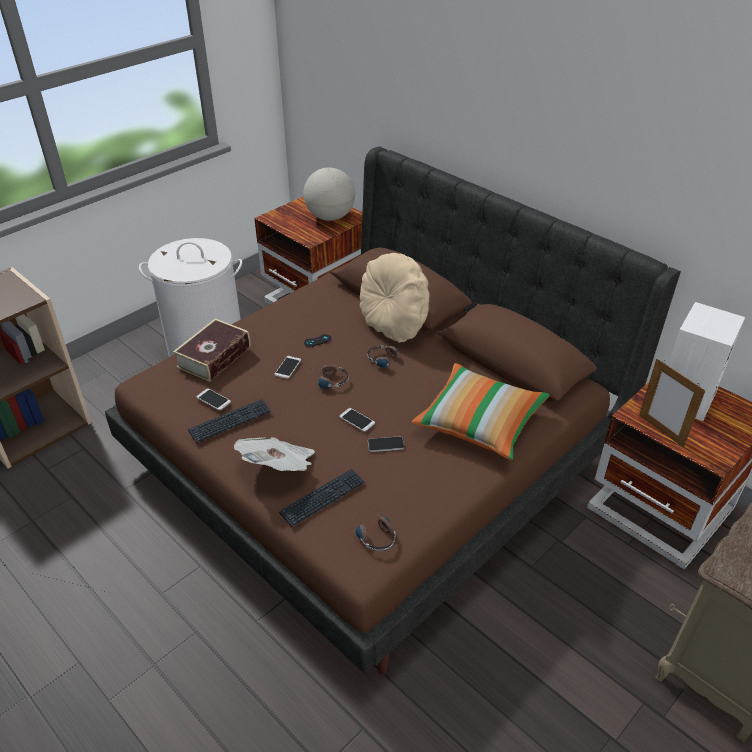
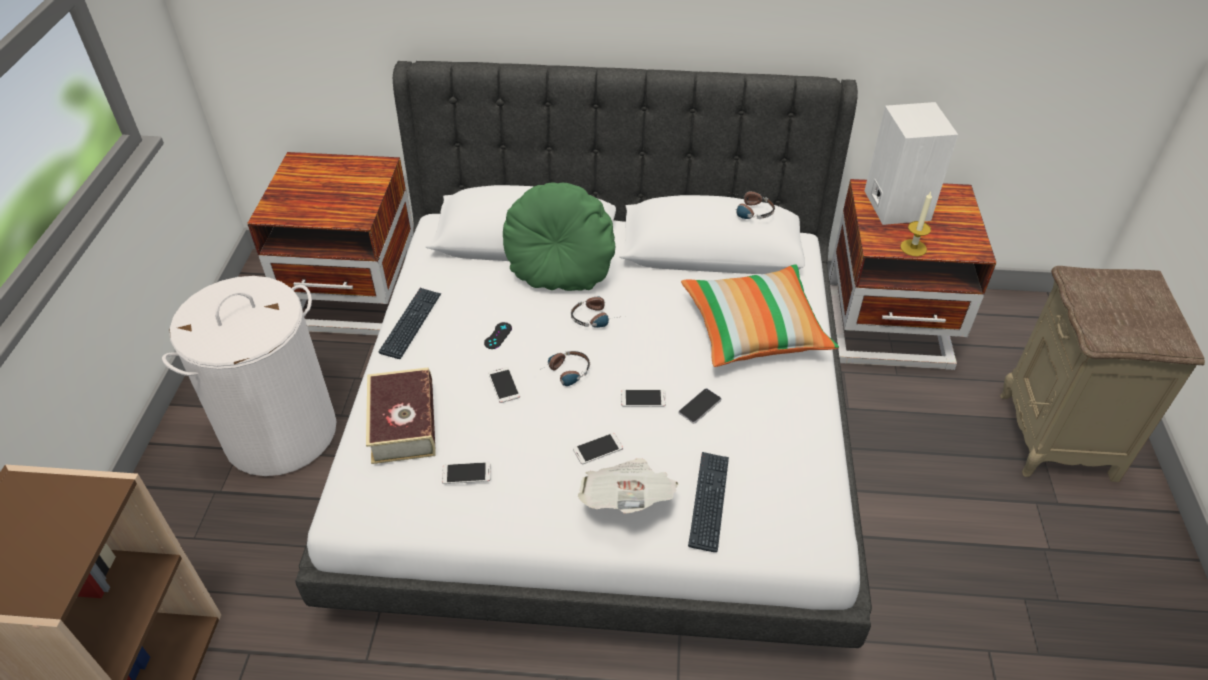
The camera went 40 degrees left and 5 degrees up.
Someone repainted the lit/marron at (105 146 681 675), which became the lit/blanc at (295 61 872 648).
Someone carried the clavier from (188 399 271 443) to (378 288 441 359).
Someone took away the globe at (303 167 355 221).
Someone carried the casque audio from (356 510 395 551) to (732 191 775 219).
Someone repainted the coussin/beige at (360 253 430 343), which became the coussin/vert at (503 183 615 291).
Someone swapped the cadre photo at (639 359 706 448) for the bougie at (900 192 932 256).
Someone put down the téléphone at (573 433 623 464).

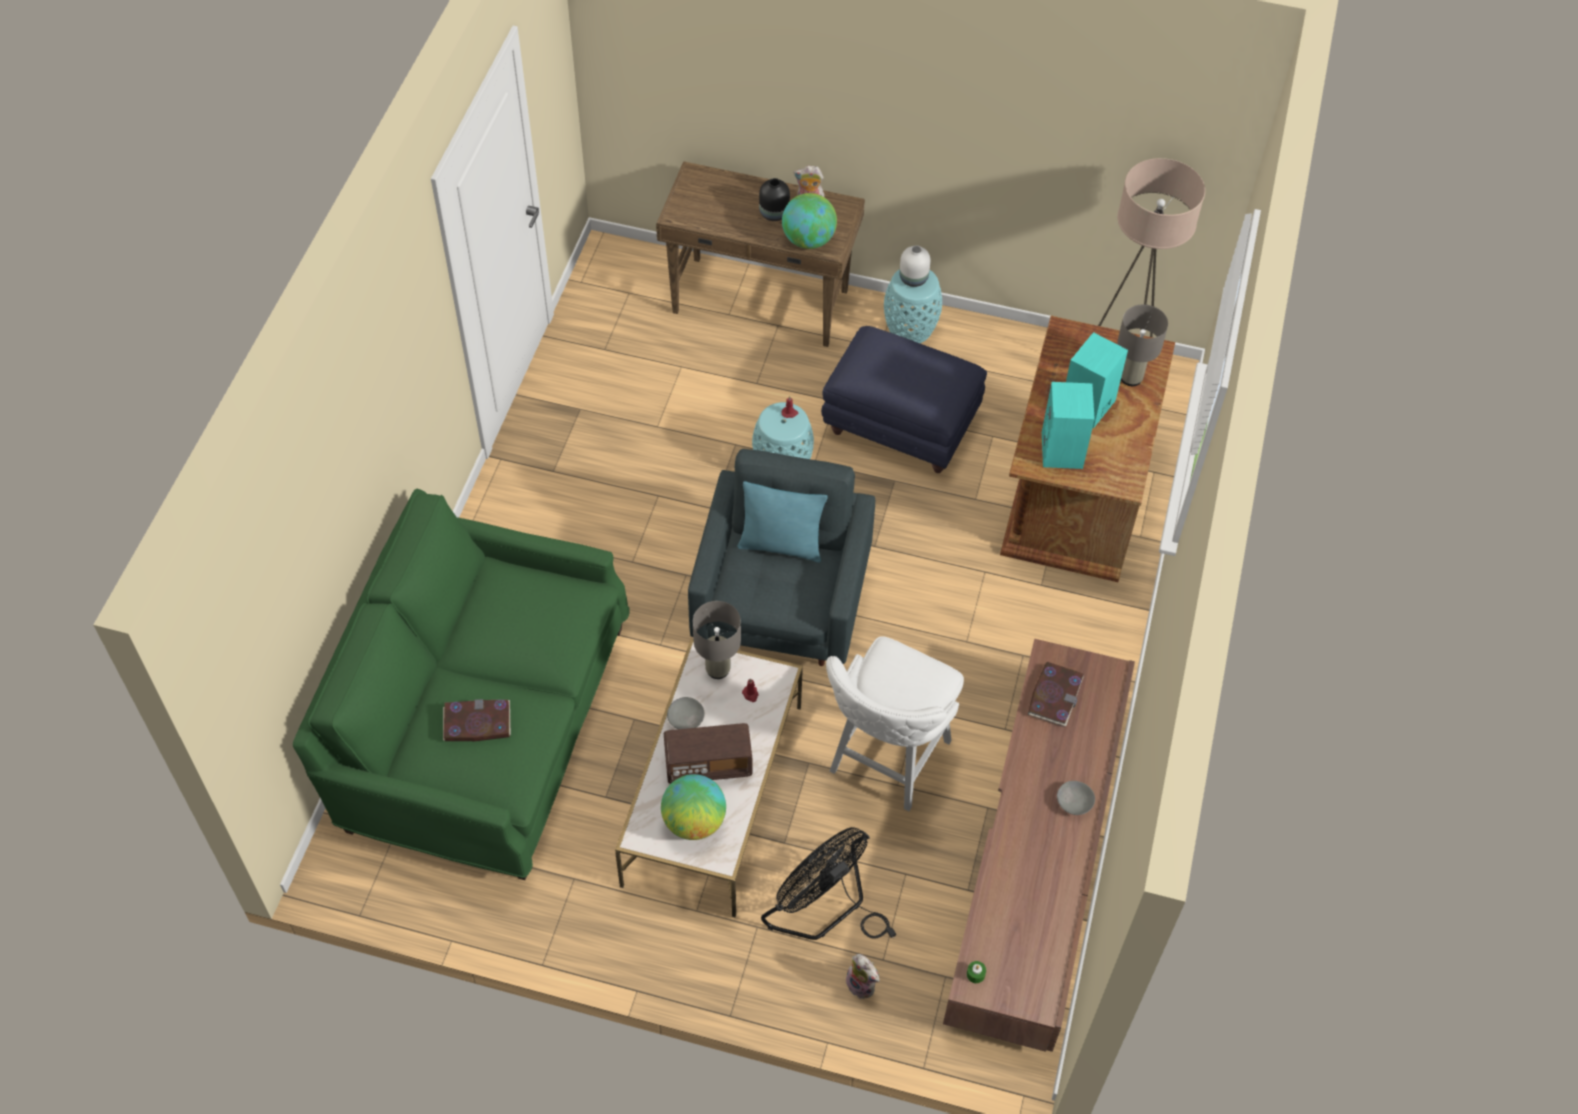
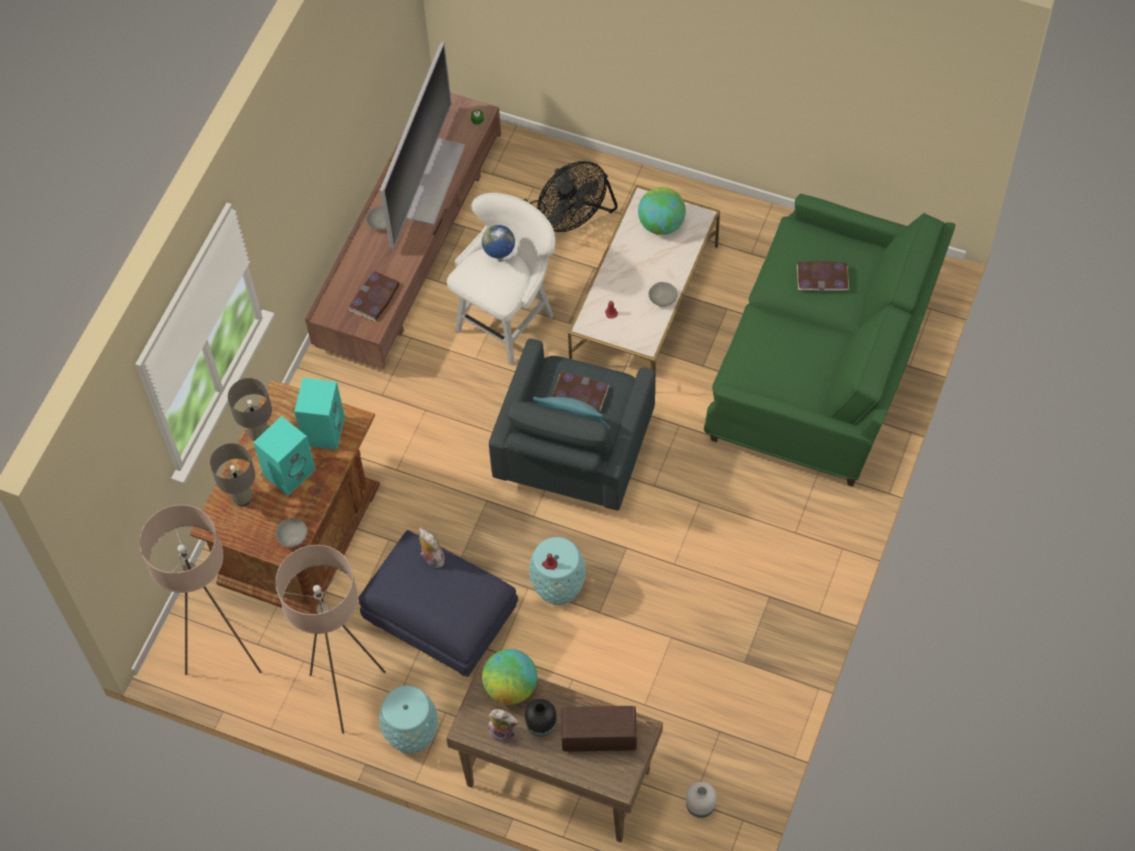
The camera went 170 degrees left and 5 degrees up.
Someone carried the radio from (664 723 752 784) to (561 706 637 752).
Someone carried the lampe de table/gris from (693 601 741 679) to (228 378 272 441).
Someone carried the peluche from (846 954 880 999) to (419 528 445 568).
Someone carried the vase/blanc from (899 245 931 287) to (686 782 716 818).
Someone put down the bol/gris at (276 518 307 547).
Someone put down the lampadaire/beige at (276 545 386 734).
Someone put down the téléviseur at (380 41 465 250).
Someone put down the globe at (482 225 515 262).
Someone put down the livre at (552 371 610 413).

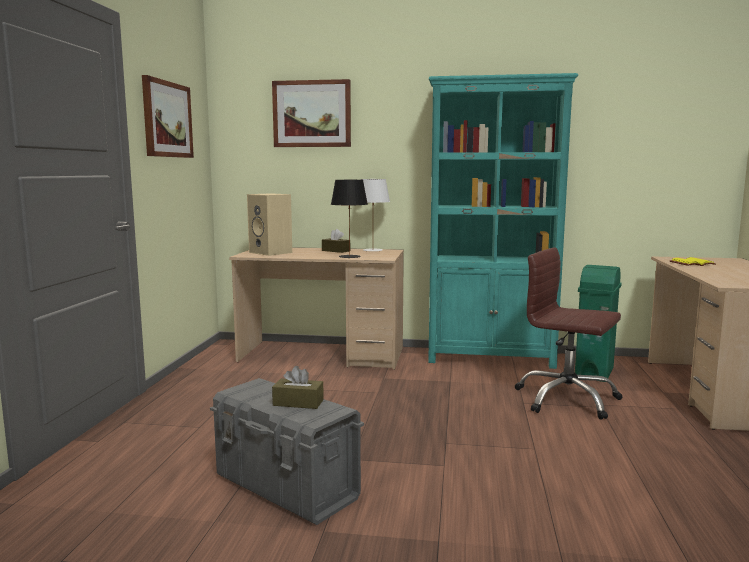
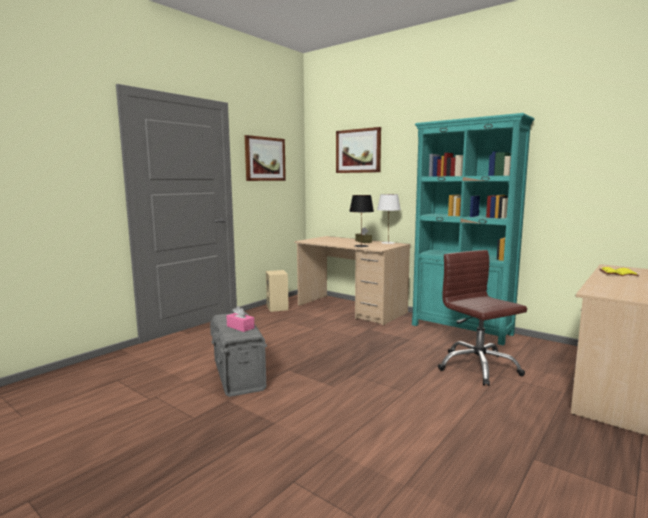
The camera went 30 degrees right and 0 degrees up.
Someone carried the enceinte/beige from (247 193 292 256) to (266 270 289 312).
Someone repainted the boîte à mouchoirs/marron at (272 366 324 409), which became the boîte à mouchoirs/rose at (226 306 255 332).
Someone took away the poubelle/vert at (575 265 622 382).

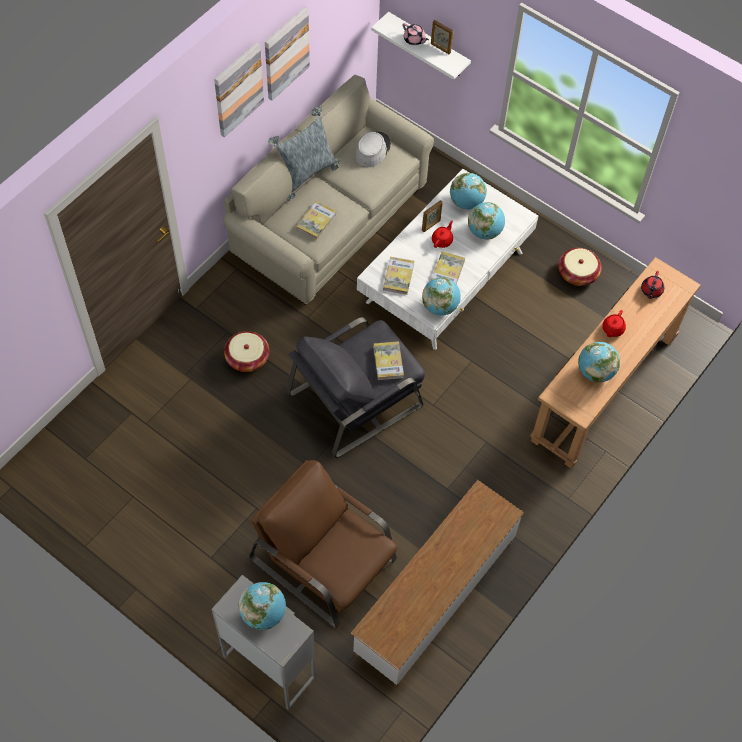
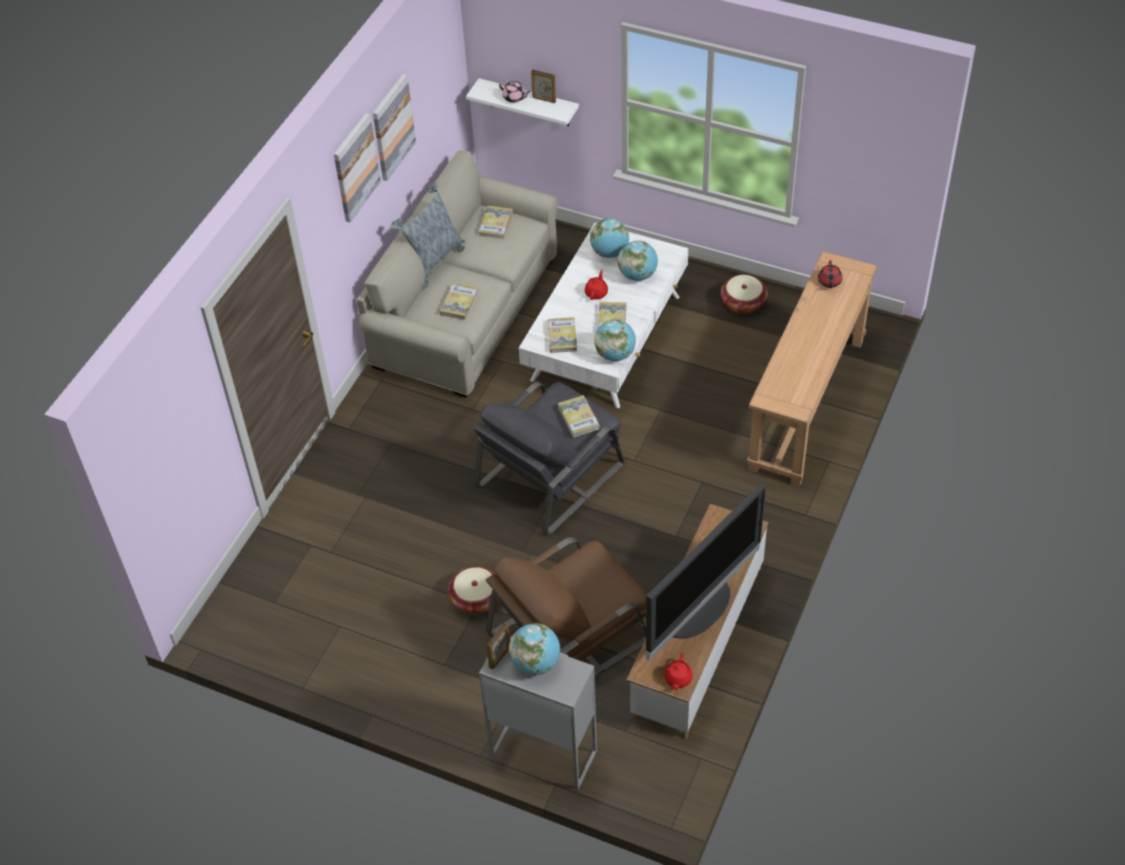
The camera went 10 degrees left and 10 degrees down.
Someone carried the panier from (224 331 269 372) to (448 566 498 614).
Someone rotated the fauteuil/marron at (249 460 397 628) by 60 degrees counterclockwise.
Someone swapped the chapeau/gris at (355 132 391 167) for the livre at (479 206 513 239).
Someone carried the cadre photo from (422 200 443 232) to (486 622 510 669).
Someone took away the globe at (578 342 620 383).
Someone carried the théière/rouge from (602 310 626 337) to (664 653 693 690).
Someone put down the téléviseur at (646 482 766 661).

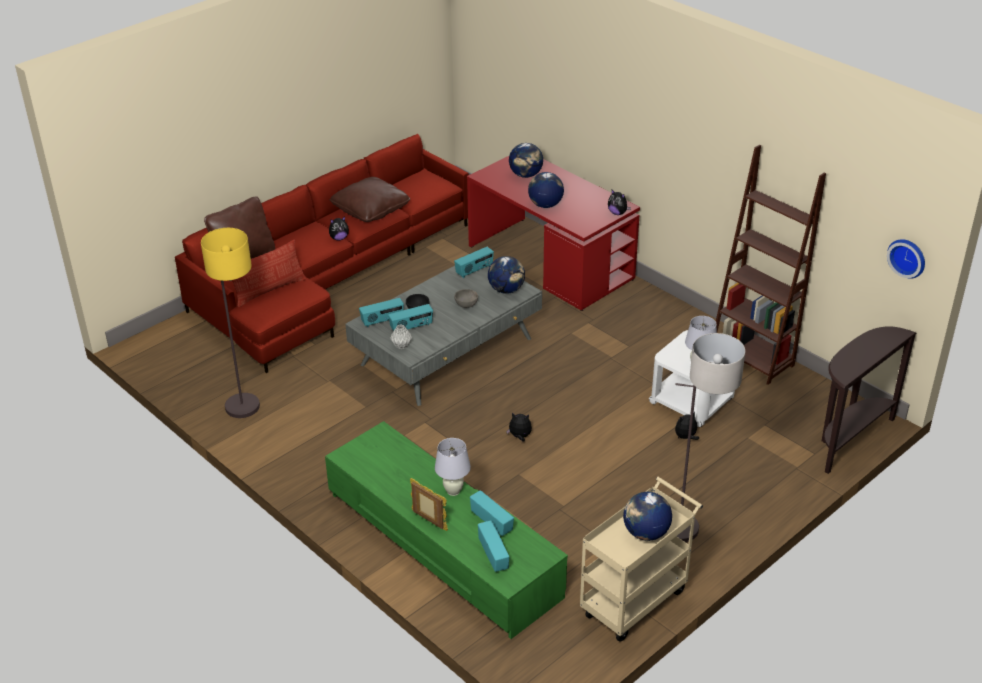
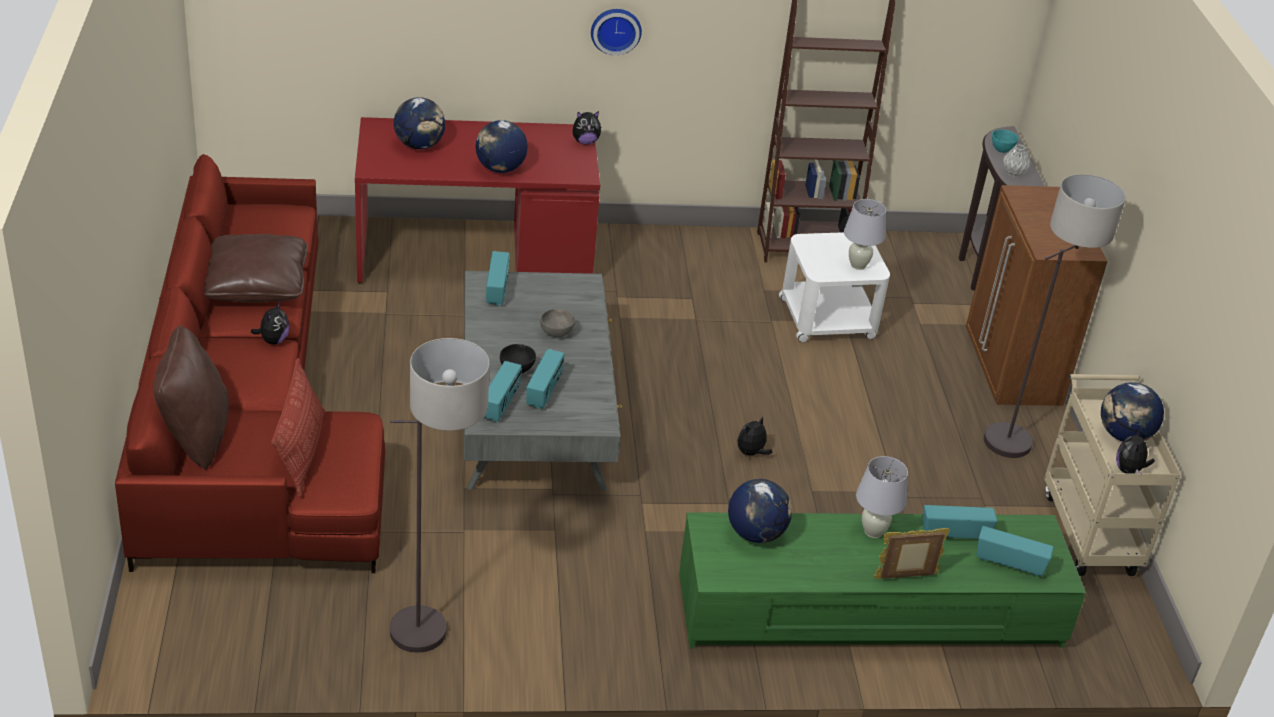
The camera went 55 degrees left and 0 degrees up.
Someone repainted the lampadaire/jaune at (201 228 260 418), which became the lampadaire/gris at (390 338 490 652).
Someone carried the vase/gris from (390 324 412 349) to (1003 144 1031 177).
Someone carried the globe from (488 256 525 294) to (728 479 792 543).
Someone carried the peluche from (675 412 699 440) to (1116 429 1155 477).
Someone carried the horloge murale from (887 239 925 279) to (591 9 642 55).
Someone put down the meuble de rangement/marron at (966 185 1108 406).
Someone put down the bol/turquoise at (992 130 1019 153).

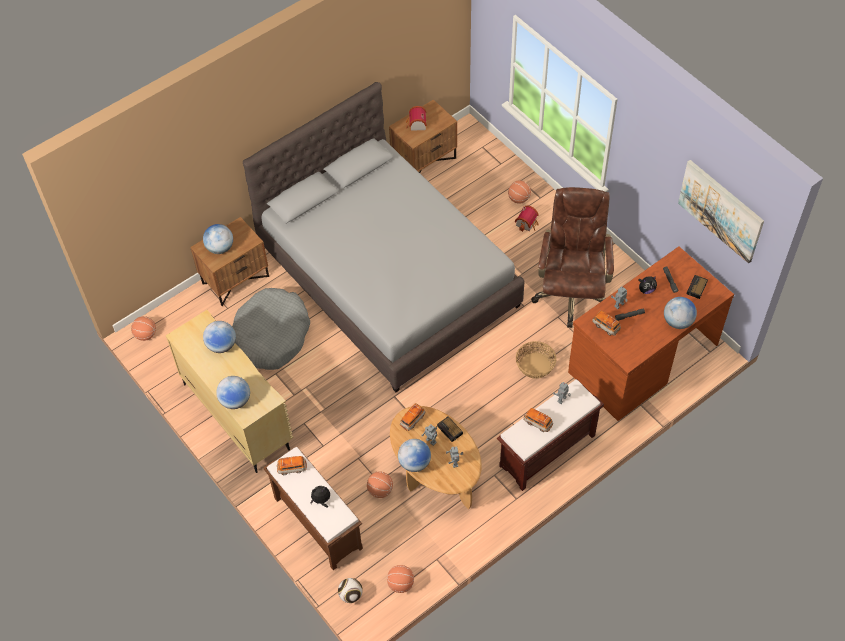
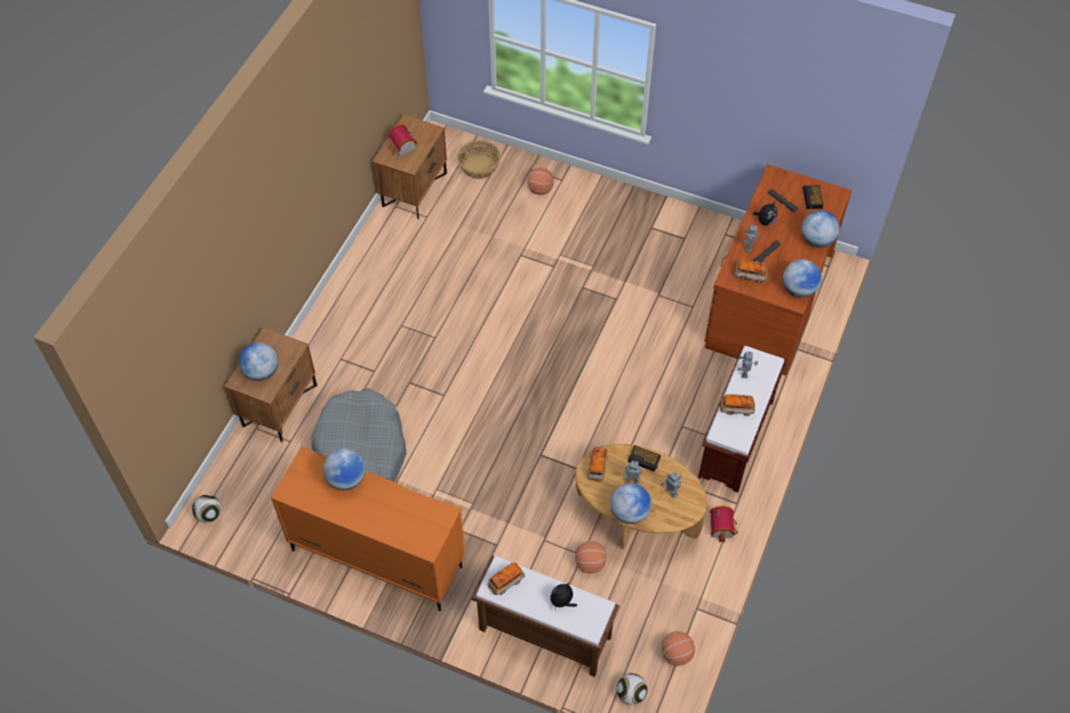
The camera went 30 degrees left and 0 degrees up.
Someone swapped the ballon de basket at (131 316 156 341) for the ballon de foot at (192 494 221 523).
Someone repainted the commode/beige at (166 310 293 473), which became the commode/orange at (271 446 466 611).
Someone carried the globe from (216 376 250 409) to (783 259 822 297).
Someone took away the lit/gris at (243 82 525 392).
Someone carried the maison miniature from (514 205 539 232) to (710 506 738 542).
Someone carried the panier from (516 341 556 379) to (457 141 500 179).
Someone took away the chaise de bureau/marron at (531 187 614 328).
Someone took away the tableau at (678 160 764 263).

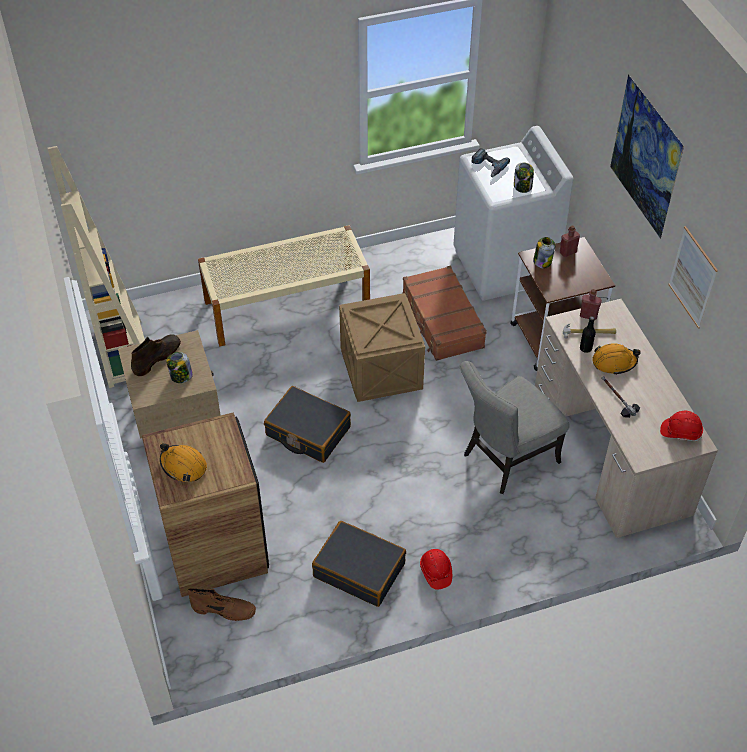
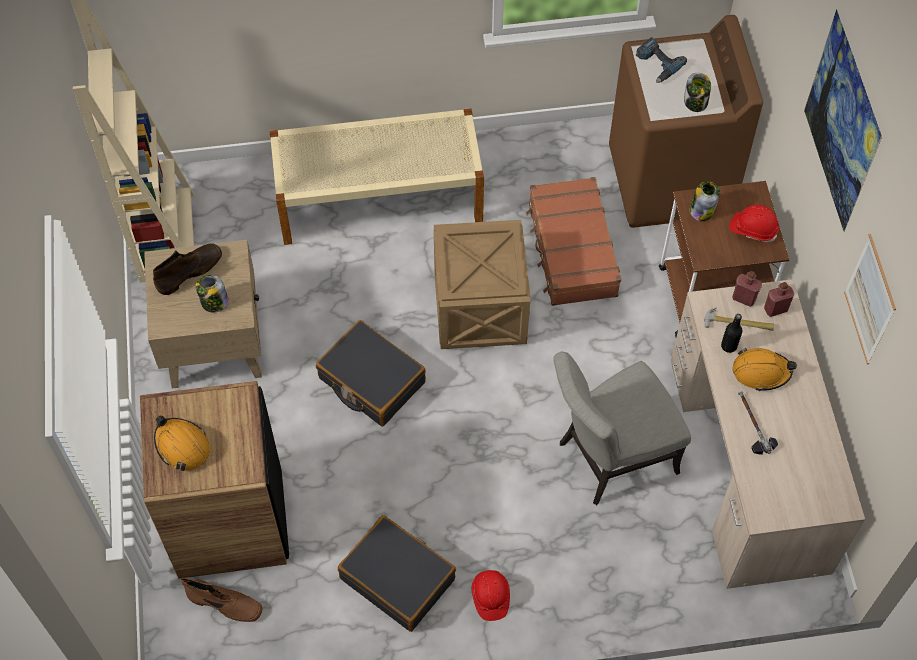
The camera went 10 degrees right and 10 degrees up.
Someone repainted the lave-linge/blanc at (454 126 573 300), which became the lave-linge/marron at (609 15 763 228).
Someone carried the bouteille/rouge from (560 225 580 257) to (764 282 794 317).
Someone carried the casque de chantier/rouge from (660 411 703 441) to (729 205 779 242).

